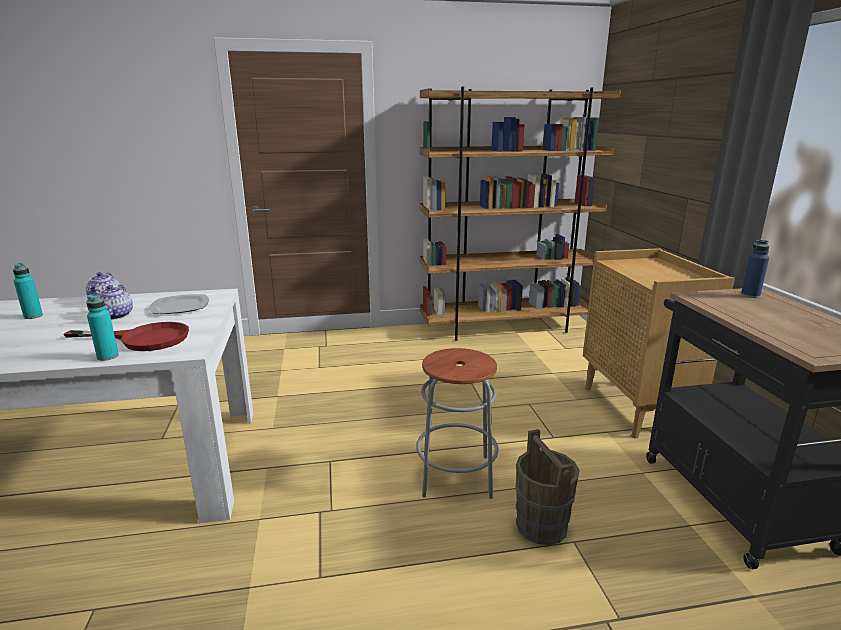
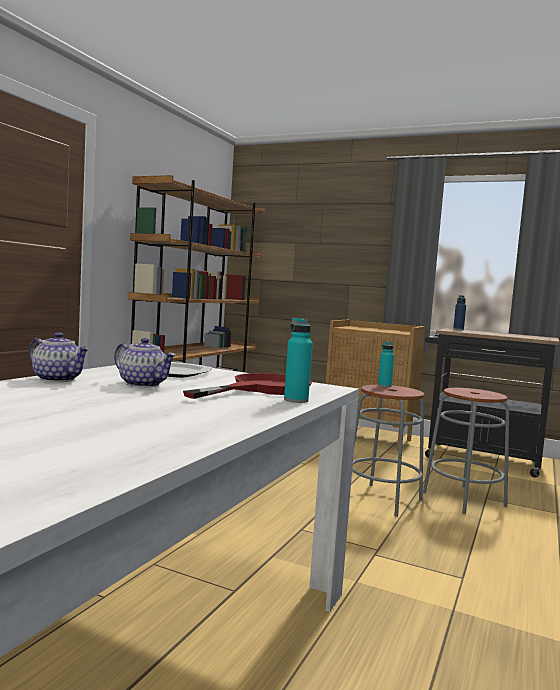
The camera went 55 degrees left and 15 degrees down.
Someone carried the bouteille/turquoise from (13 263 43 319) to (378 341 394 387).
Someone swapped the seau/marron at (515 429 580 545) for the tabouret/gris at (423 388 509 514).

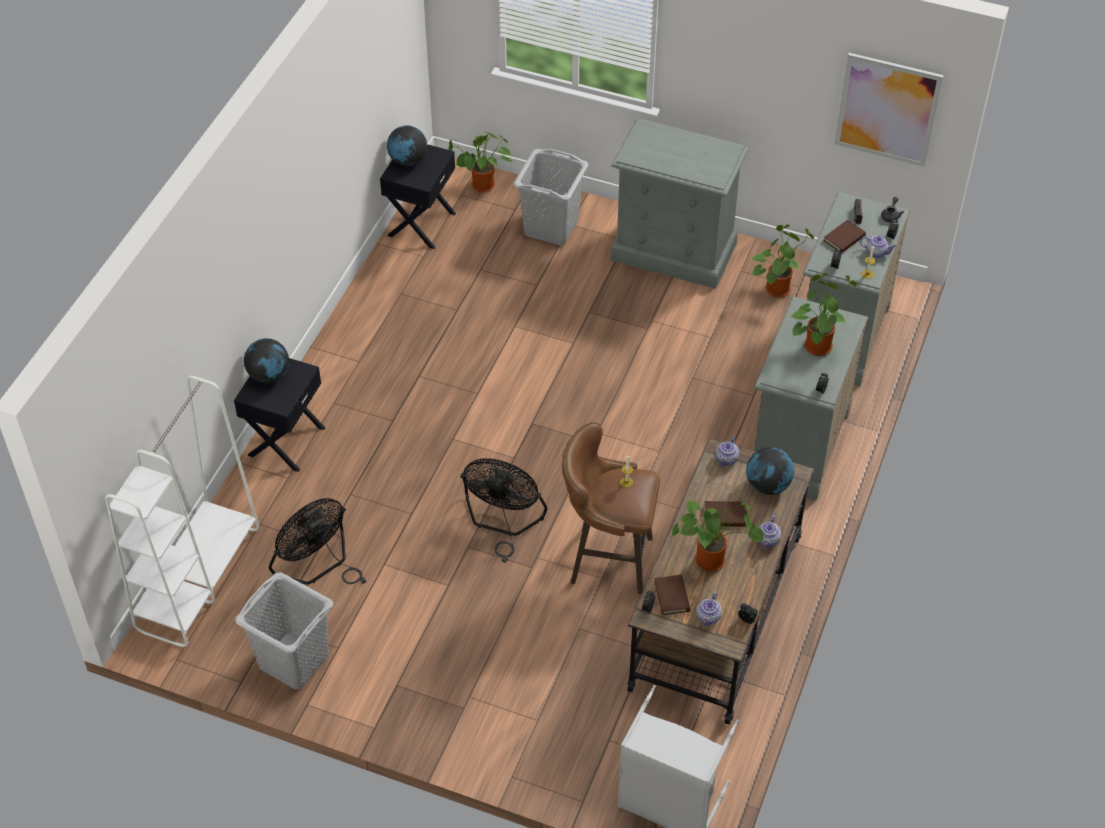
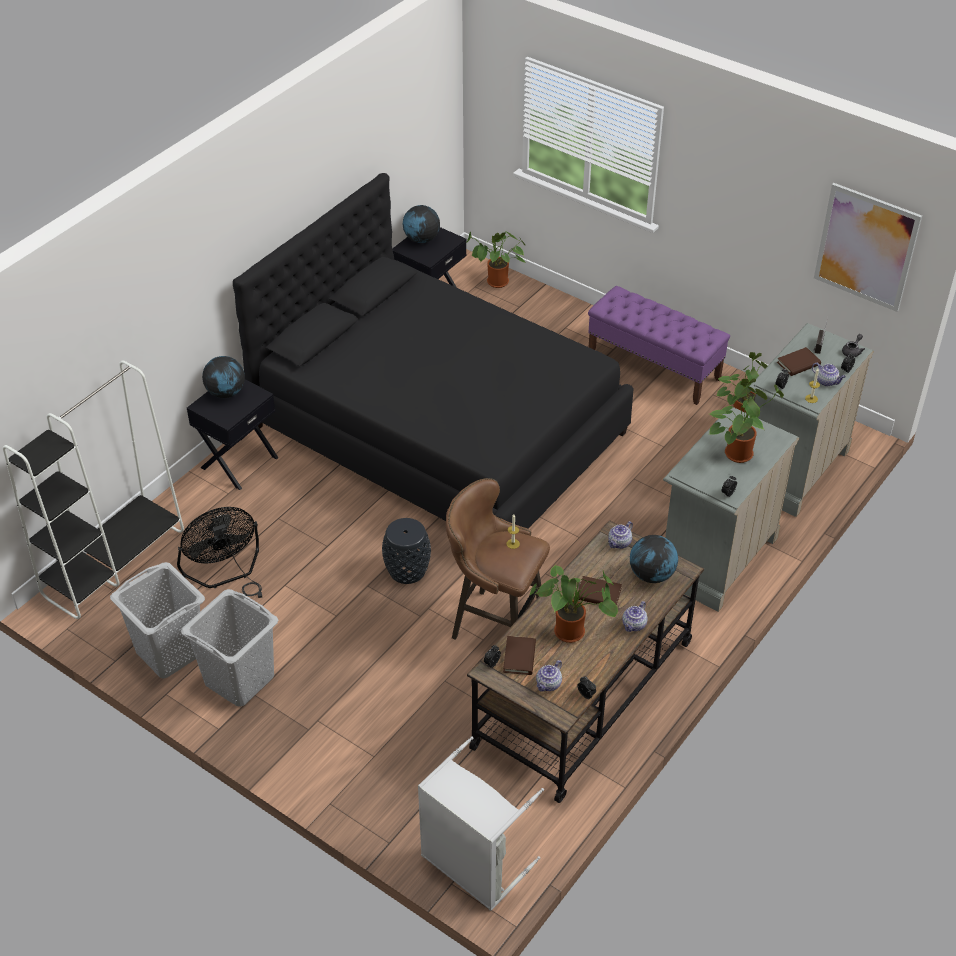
The camera went 15 degrees right and 5 degrees down.
Someone repainted the portant/blanc at (105 376 259 647), which became the portant/noir at (3 361 184 619).
Someone swapped the ventilateur/noir at (460 458 547 563) for the tabouret/noir at (382 518 431 584).
Someone carried the panier à linge/gris from (514 149 588 245) to (181 589 278 707).
Someone swapped the commode/gris at (611 119 749 289) for the banc/violet at (588 286 730 405).
Someone put down the lit/noir at (233 173 634 528).

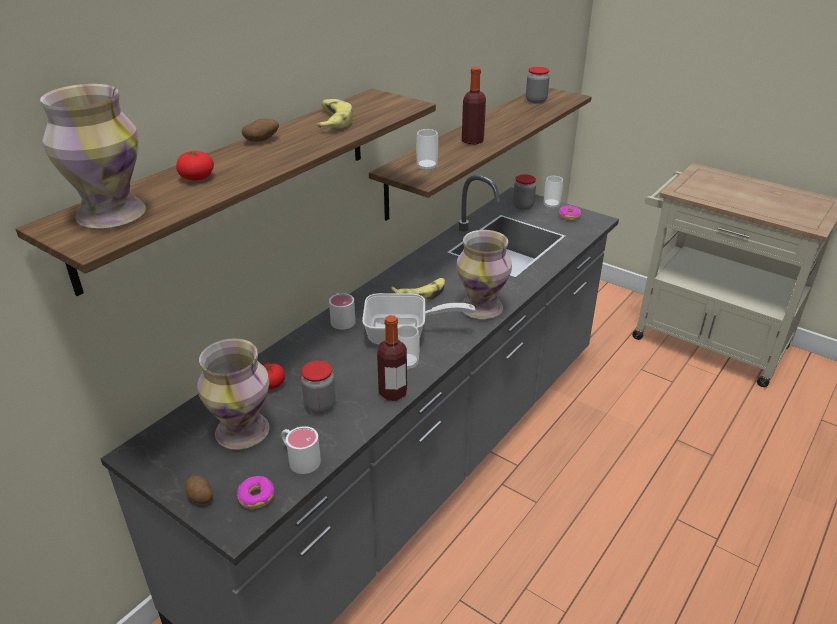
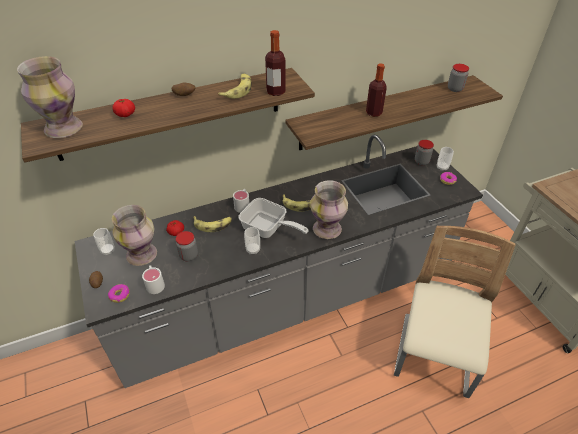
The camera went 30 degrees right and 10 degrees up.
Someone carried the bouteille from (377 315 407 401) to (265 30 286 96).
Someone carried the tasse from (416 129 438 172) to (93 228 115 256).
Someone put down the banane at (193 216 232 232).
Someone put down the chaise/beige at (394 226 515 398).

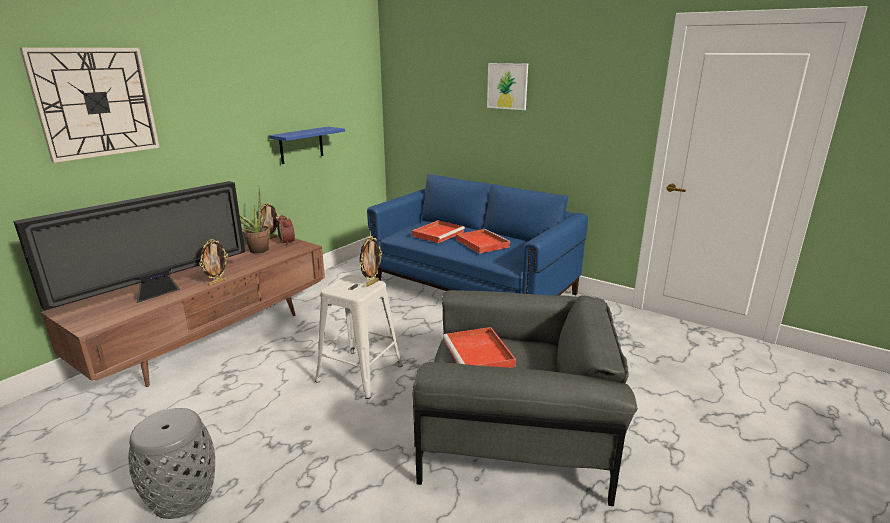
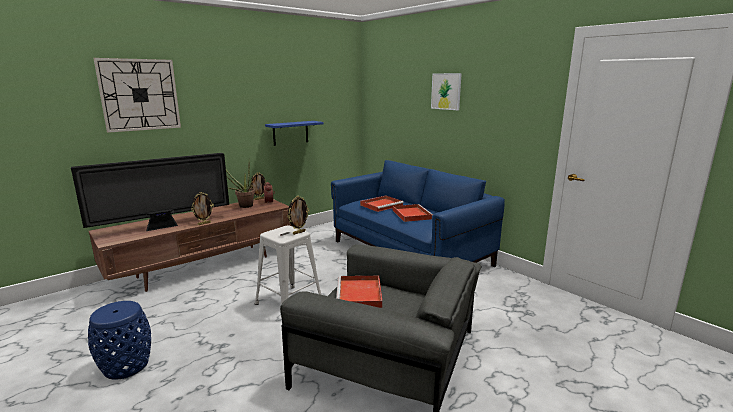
The camera went 15 degrees right and 5 degrees down.
Someone repainted the tabouret/gris at (129 408 215 519), which became the tabouret/bleu at (88 301 151 380).

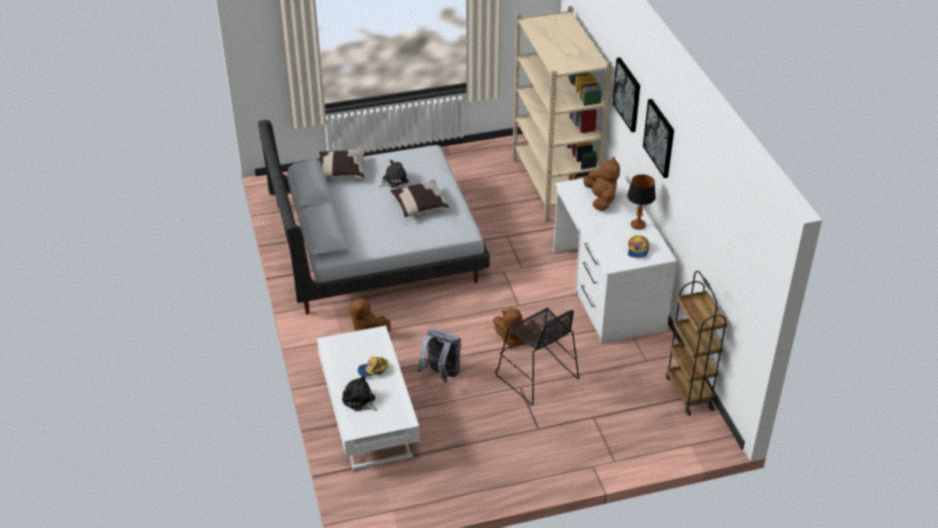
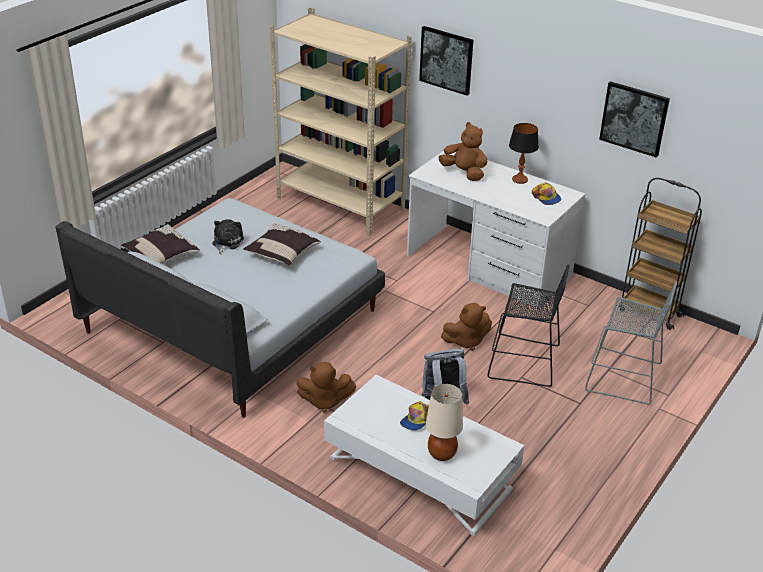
The camera went 40 degrees left and 5 degrees down.
Someone swapped the peluche at (342 375 378 411) for the lampe de table/beige at (426 384 463 461).
Someone carried the tableau from (643 99 674 178) to (599 81 670 158).
Someone put down the tabouret/gris at (585 281 677 404).

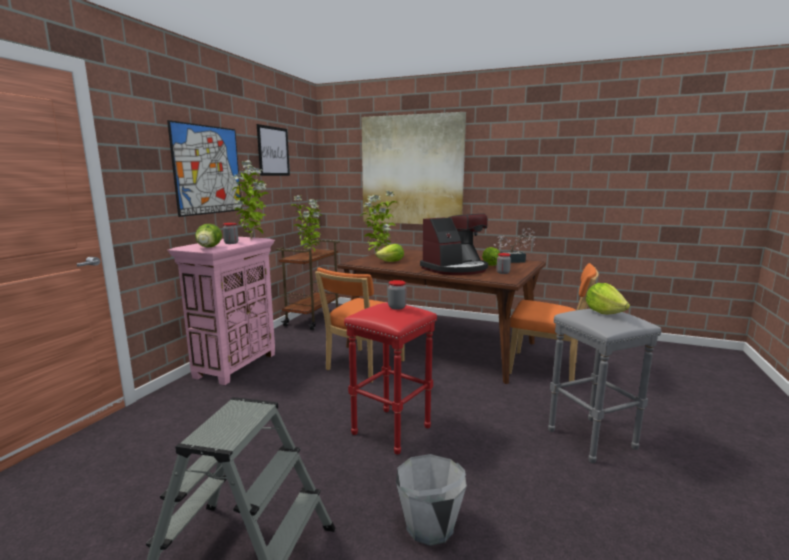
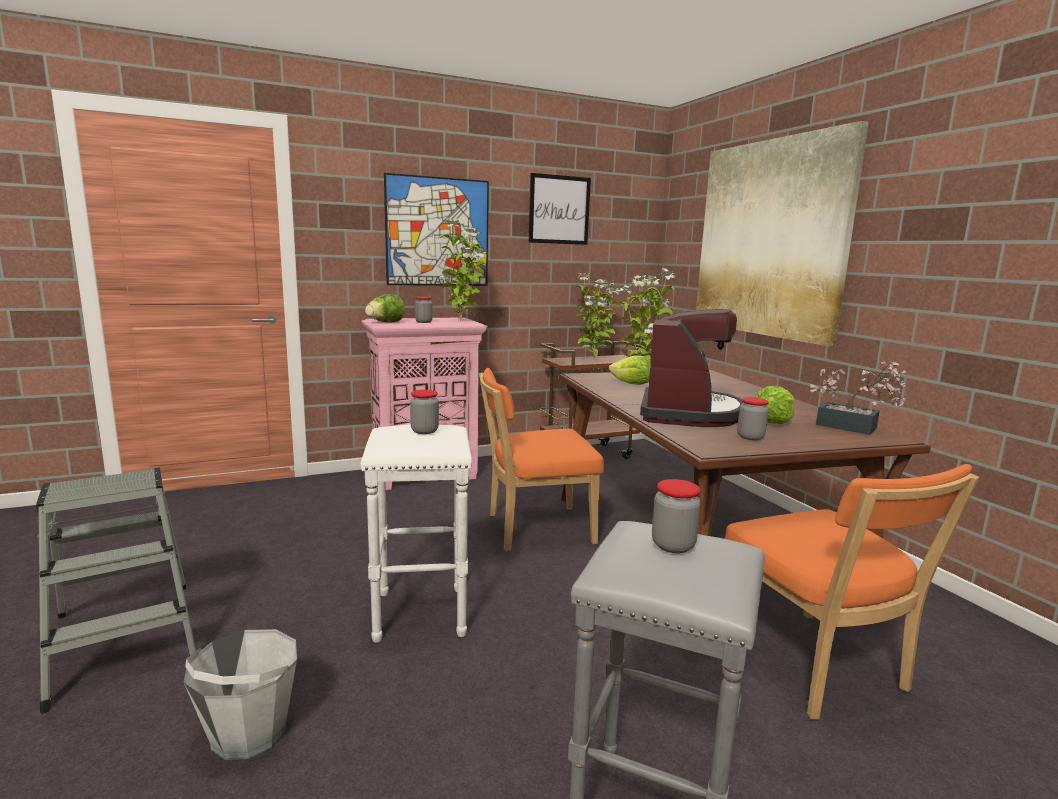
The camera went 45 degrees right and 0 degrees up.
Someone repainted the tabouret/rouge at (344 303 437 455), which became the tabouret/blanc at (361 424 472 642).
Someone rotated the machine à café at (420 213 488 275) by 90 degrees counterclockwise.
Someone swapped the laitue at (586 283 630 315) for the bocal at (652 479 701 553).

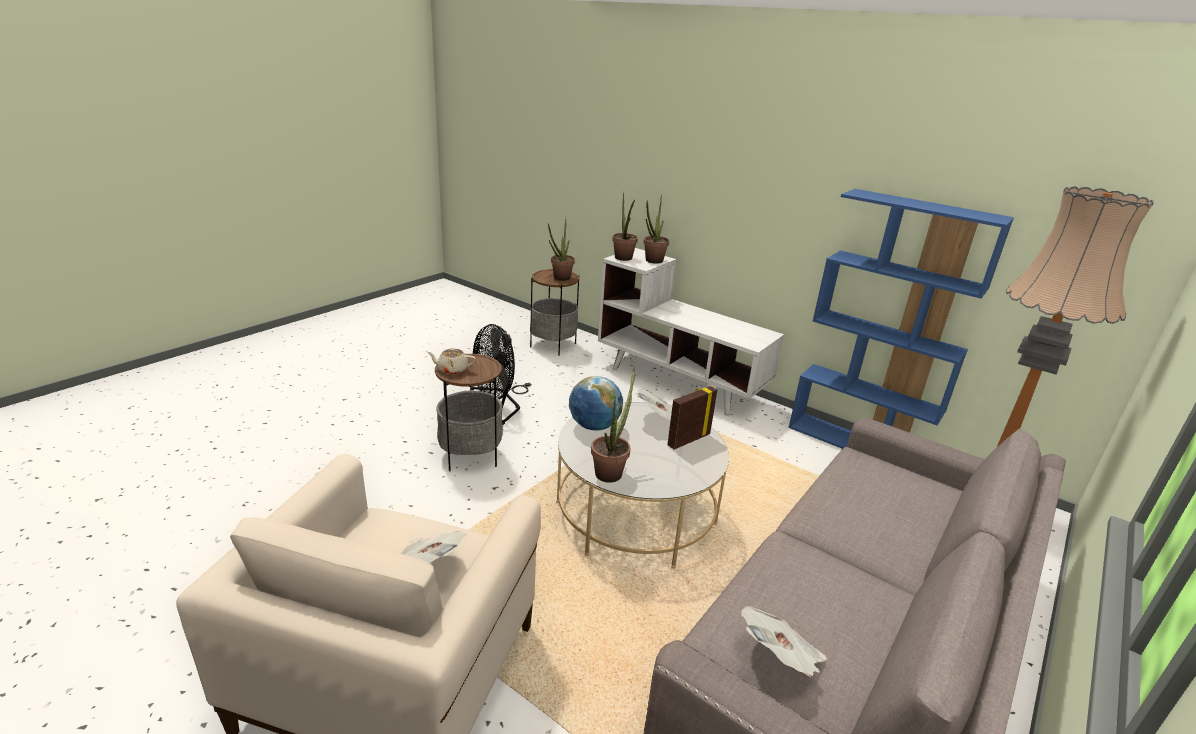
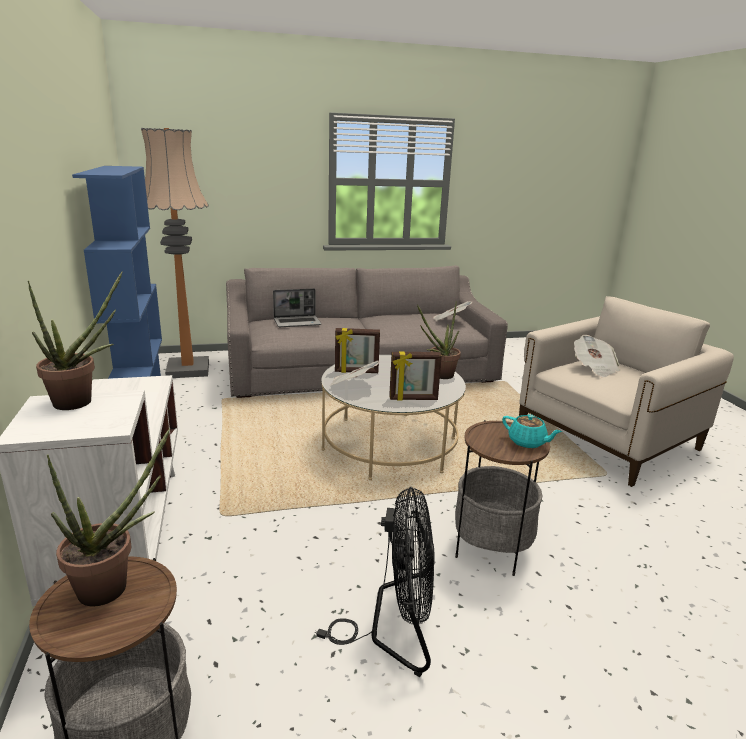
The camera went 140 degrees left and 5 degrees down.
Someone repainted the théière/beige at (427 348 476 374), which became the théière/turquoise at (502 414 562 448).
Someone swapped the globe at (569 376 623 430) for the cadre photo at (389 352 442 401).
Someone took away the plante en pot at (612 192 638 261).
Someone put down the ordinateur portable at (273 288 321 327).

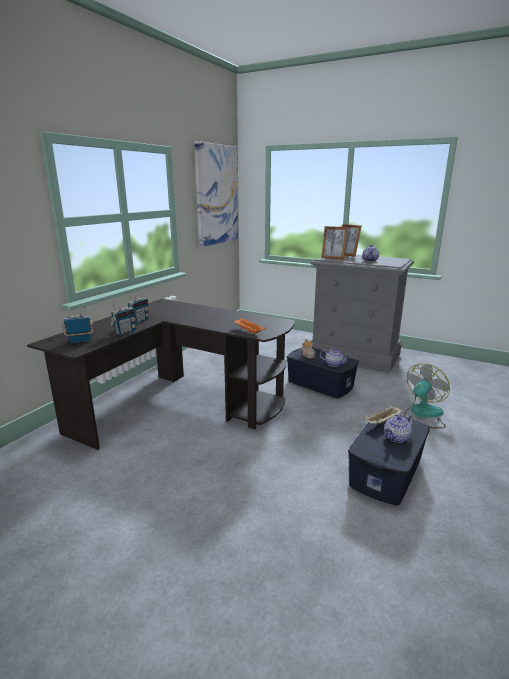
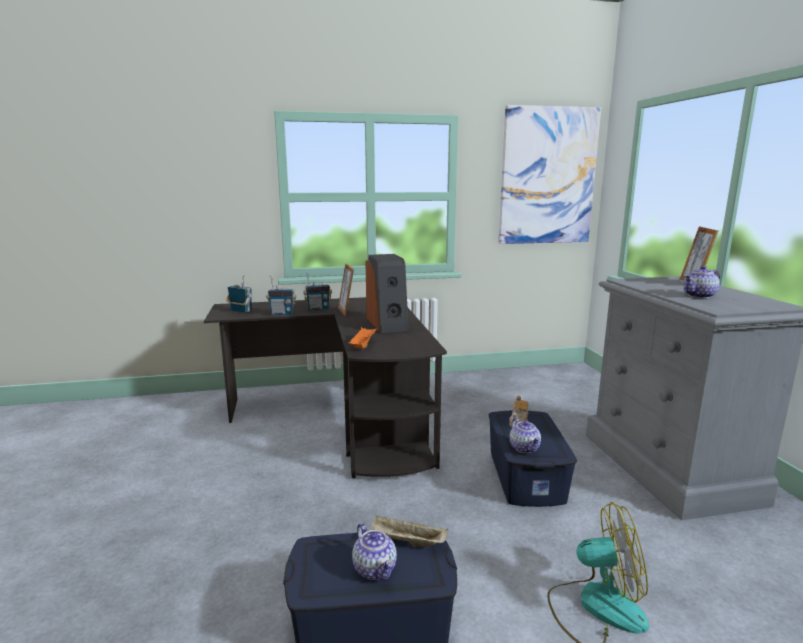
The camera went 50 degrees right and 5 degrees down.
Someone carried the cadre photo from (321 226 348 260) to (338 263 354 316).
Someone rotated the théière at (384 415 413 443) by 135 degrees counterclockwise.
Someone put down the enceinte at (366 254 409 333).

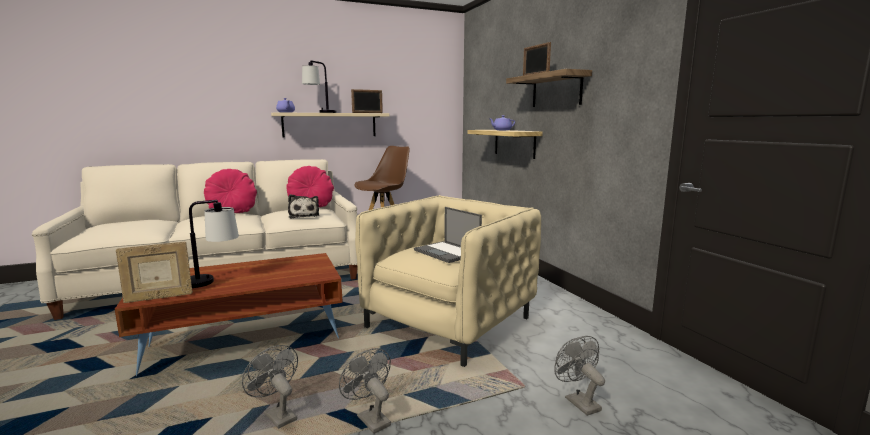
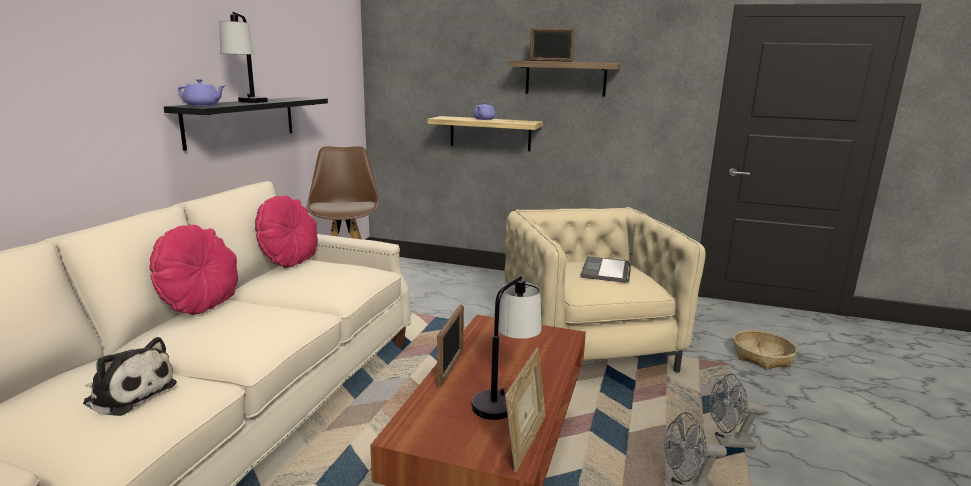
The camera went 50 degrees left and 5 degrees up.
Someone repainted the étagère/beige at (271 112 389 137), which became the étagère/noir at (164 97 328 151).
Someone carried the peluche from (288 194 319 219) to (83 337 177 416).
Someone carried the cadre photo from (351 89 383 113) to (437 304 464 387).
Someone rotated the ordinateur portable at (414 207 482 263) by 105 degrees clockwise.
Someone swapped the ventilateur/gris at (554 336 605 416) for the panier at (733 330 797 370).

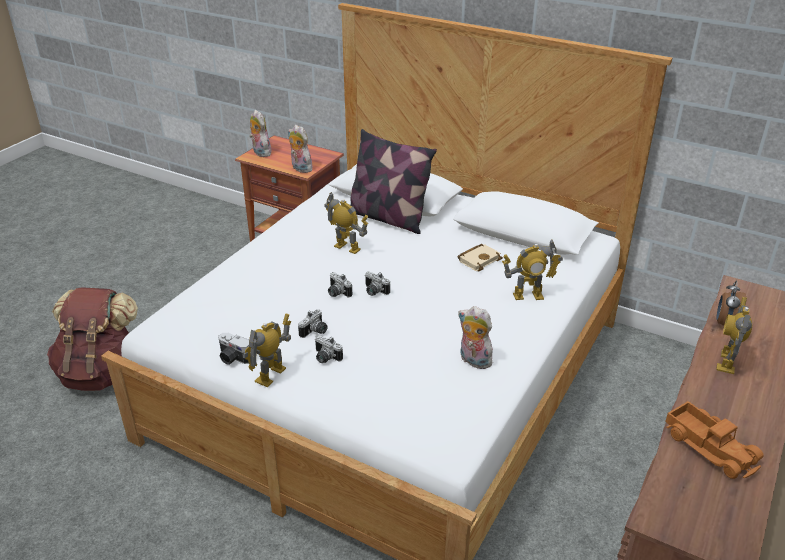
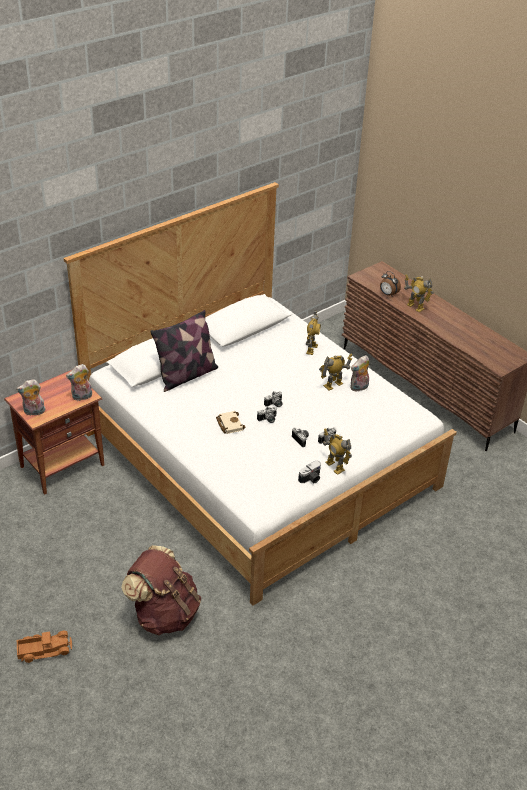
The camera went 70 degrees left and 5 degrees up.
Someone carried the robot jouet from (324 192 368 254) to (319 353 353 390).
Someone carried the livre/beige from (458 244 503 272) to (216 411 246 434).
Someone carried the camion jouet from (665 401 764 479) to (17 631 72 663).

